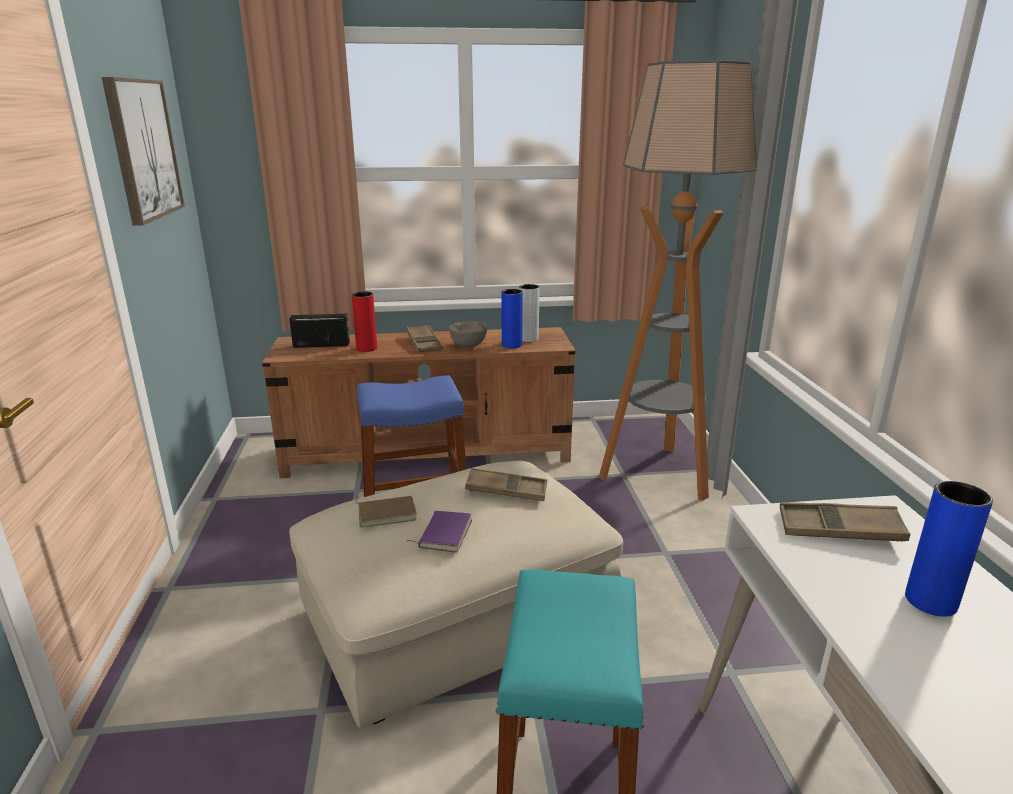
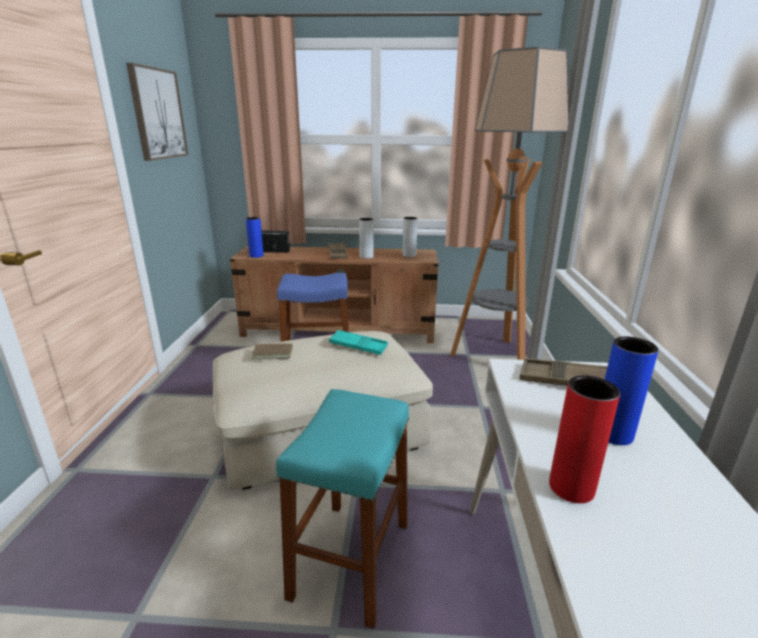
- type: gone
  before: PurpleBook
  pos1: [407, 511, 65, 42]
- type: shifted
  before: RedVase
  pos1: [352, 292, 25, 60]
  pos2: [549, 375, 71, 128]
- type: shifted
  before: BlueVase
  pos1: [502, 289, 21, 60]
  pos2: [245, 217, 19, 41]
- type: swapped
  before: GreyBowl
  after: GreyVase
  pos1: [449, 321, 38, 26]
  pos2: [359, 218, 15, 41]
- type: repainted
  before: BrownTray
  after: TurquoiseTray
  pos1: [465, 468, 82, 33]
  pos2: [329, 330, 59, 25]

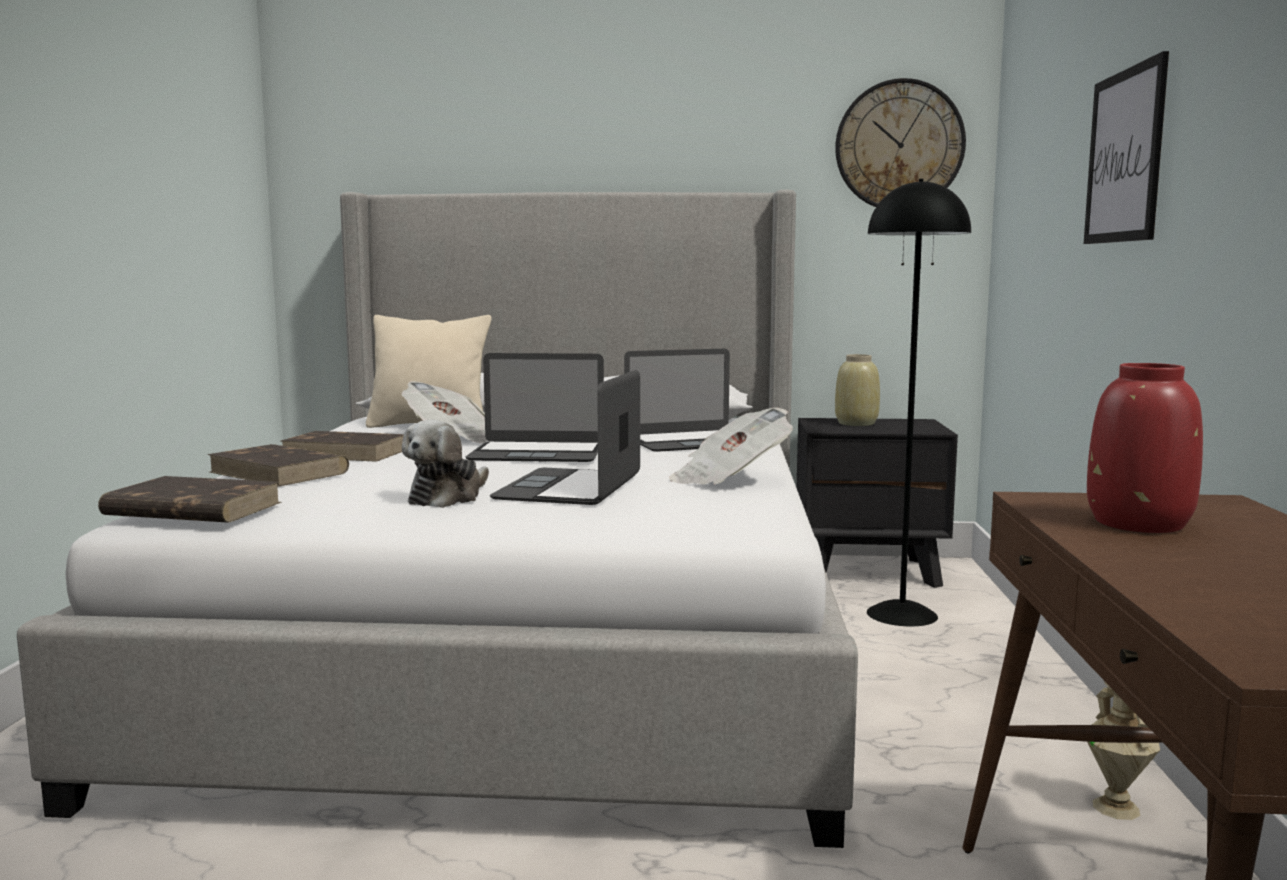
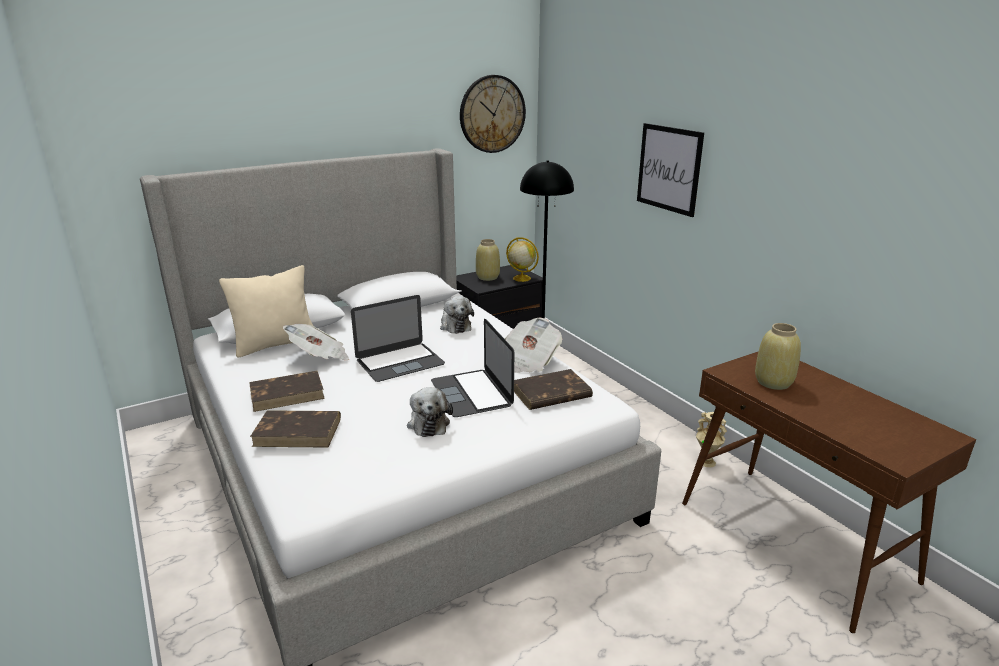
- type: new
  after: Globe
  pos2: [506, 237, 33, 45]
- type: shifted
  before: BrownBook
  pos1: [98, 476, 183, 47]
  pos2: [514, 369, 79, 41]
- type: swapped
  before: Laptop
  after: PlushToy
  pos1: [624, 349, 106, 103]
  pos2: [440, 296, 34, 38]
- type: repainted
  before: RedVase
  after: BeigeVase
  pos1: [1087, 363, 116, 170]
  pos2: [755, 323, 46, 67]

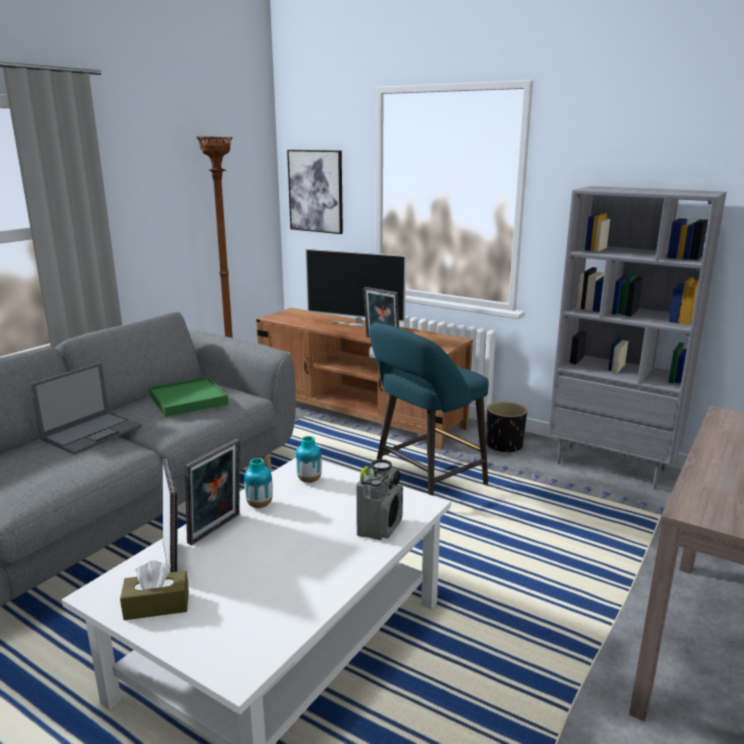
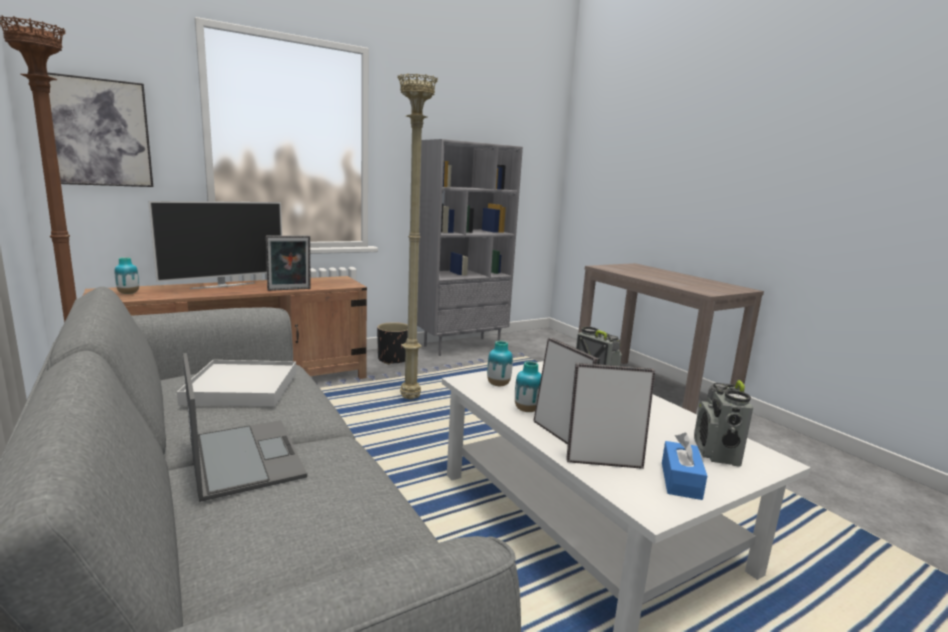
- type: new
  after: Vase
  pos2: [115, 257, 24, 37]
- type: new
  after: Radio
  pos2: [694, 380, 59, 87]
- type: swapped
  before: TurquoiseStool
  after: BeigeFloorLamp
  pos1: [370, 323, 118, 173]
  pos2: [397, 73, 41, 327]
- type: repainted
  before: BrownTissueBox
  after: BlueTissueBox
  pos1: [120, 560, 69, 60]
  pos2: [662, 432, 45, 68]
- type: repainted
  before: GreenTray
  after: WhiteTray
  pos1: [149, 377, 79, 40]
  pos2: [177, 360, 119, 46]

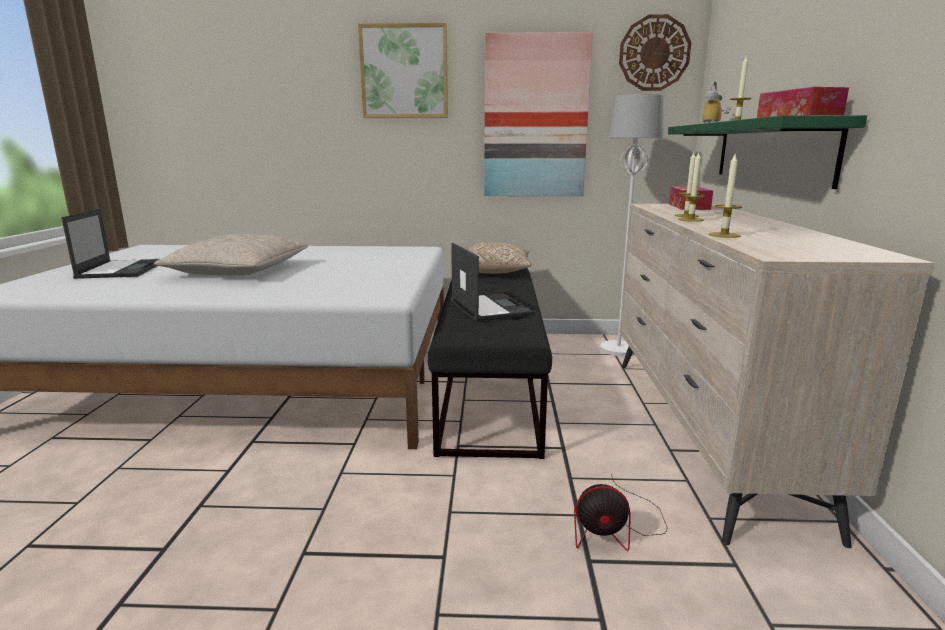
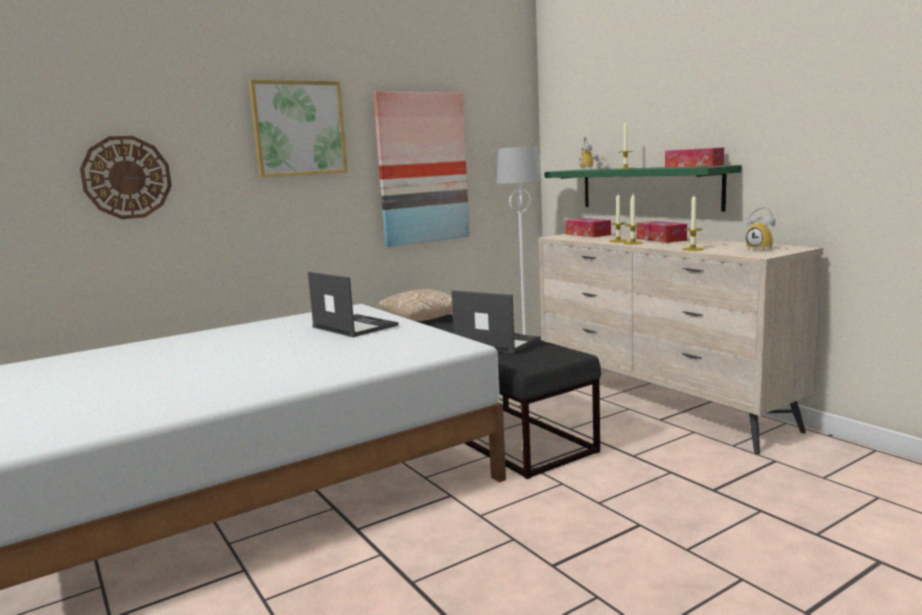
- type: gone
  before: BeigePillow
  pos1: [154, 234, 154, 42]
- type: gone
  before: Fan
  pos1: [574, 474, 94, 77]
- type: new
  after: TissueBox
  pos2: [636, 221, 51, 22]
- type: new
  after: AlarmClock
  pos2: [746, 207, 29, 44]
- type: shifted
  before: Laptop
  pos1: [61, 209, 98, 70]
  pos2: [308, 272, 91, 65]
- type: shifted
  before: WallClock
  pos1: [619, 14, 72, 77]
  pos2: [80, 136, 92, 83]

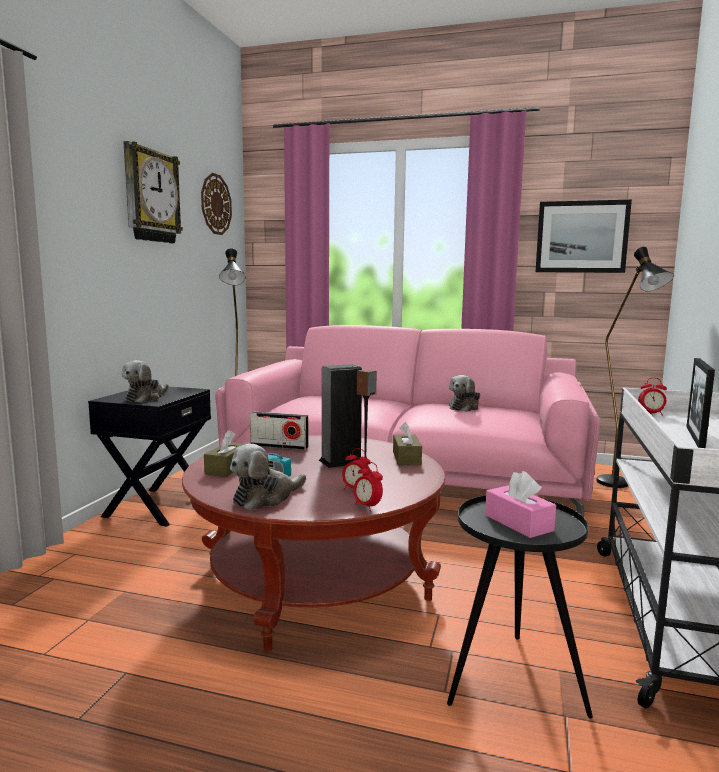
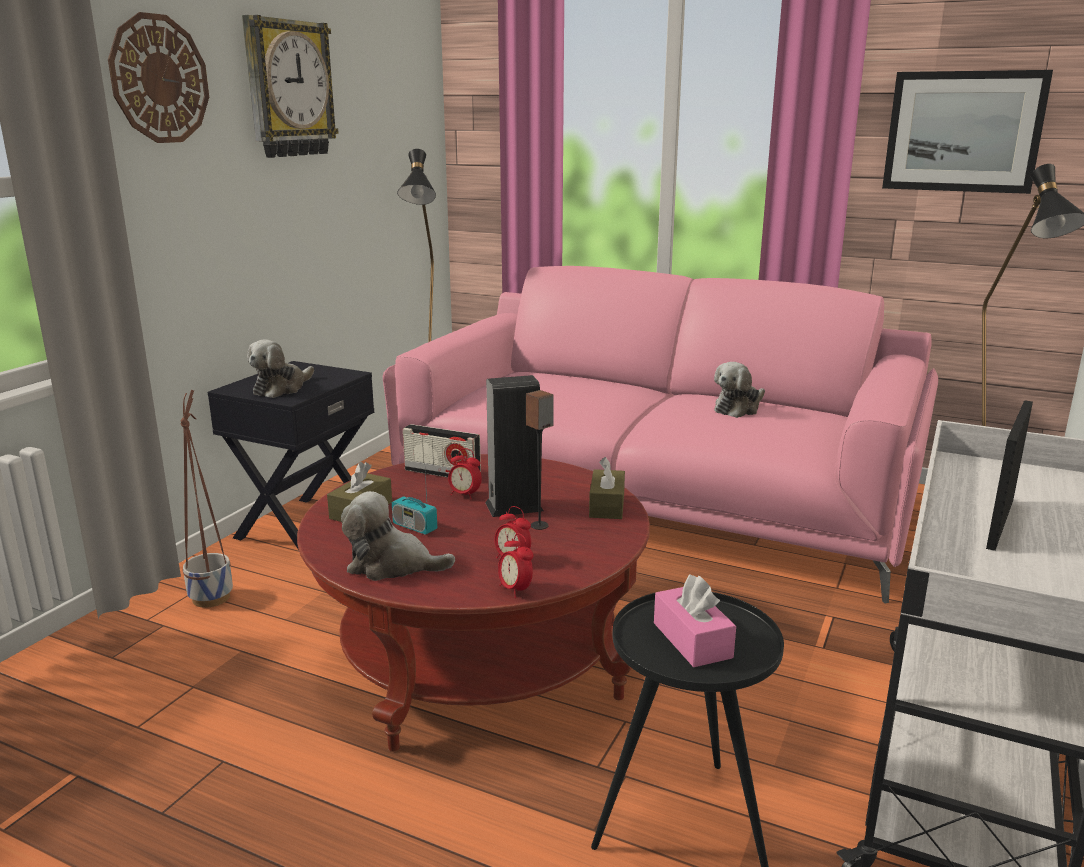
- type: new
  after: Planter
  pos2: [180, 390, 53, 218]
- type: shifted
  before: WallClock
  pos1: [201, 173, 31, 62]
  pos2: [108, 12, 101, 131]
- type: shifted
  before: AlarmClock
  pos1: [638, 378, 29, 38]
  pos2: [448, 448, 34, 51]
- type: rotated
  before: PlushToy
  pos1: [230, 444, 76, 66]
  pos2: [341, 491, 114, 90]
  turn: 45

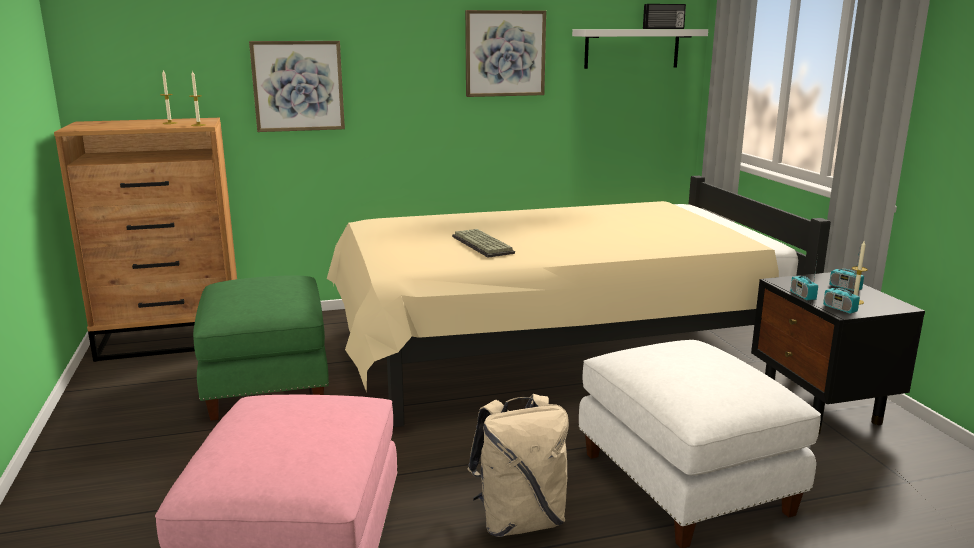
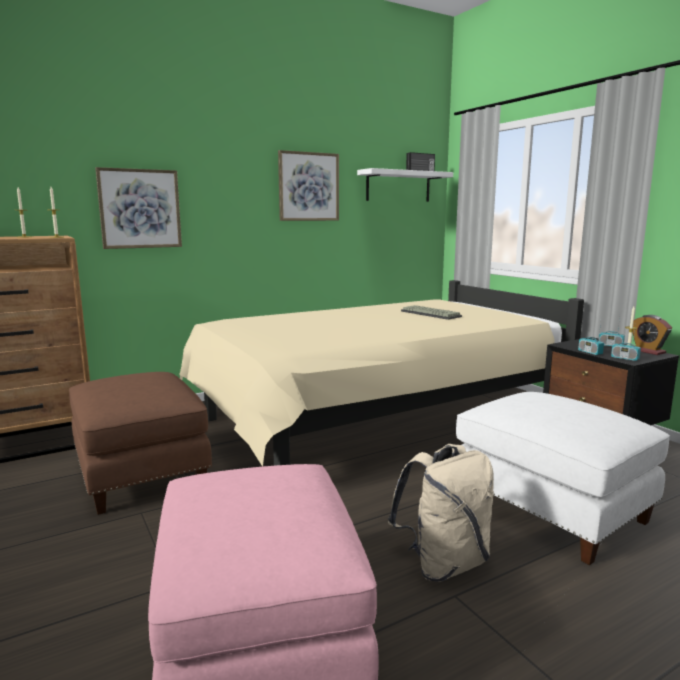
- type: new
  after: AlarmClock
  pos2: [633, 315, 39, 40]
- type: shifted
  before: Keyboard
  pos1: [452, 229, 63, 29]
  pos2: [401, 305, 61, 15]
- type: repainted
  before: GreenOttoman
  after: BrownOttoman
  pos1: [193, 275, 136, 146]
  pos2: [69, 372, 143, 143]

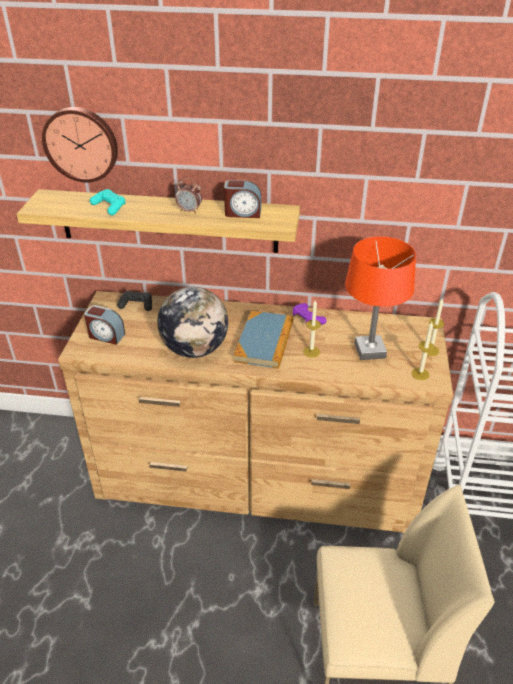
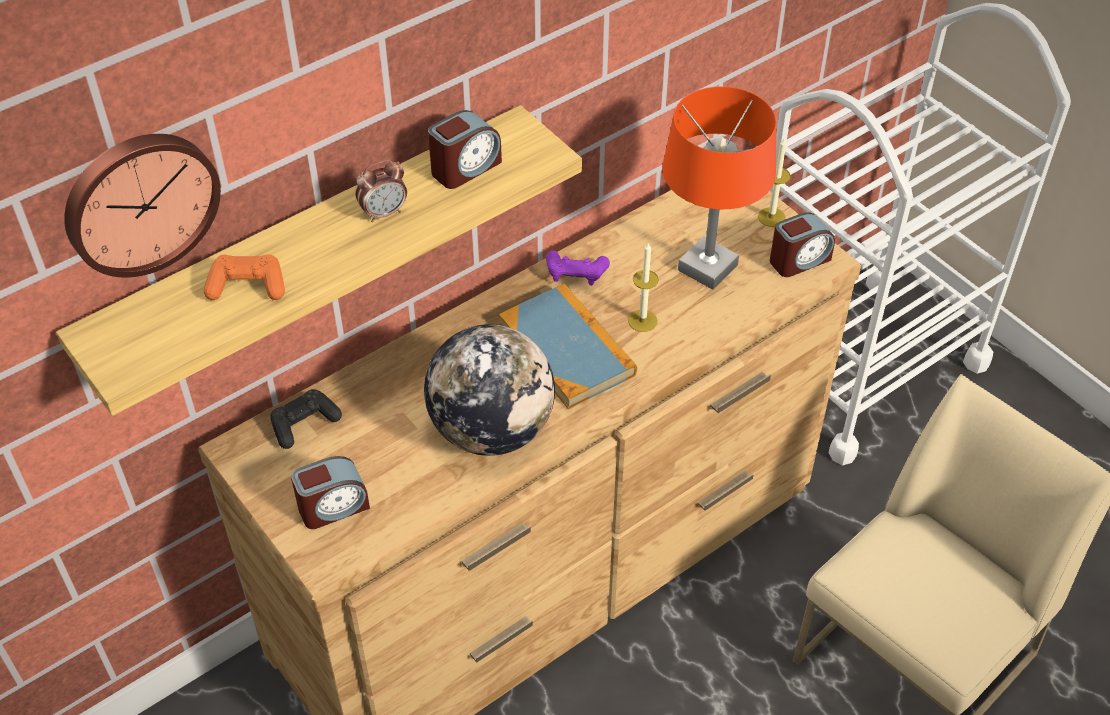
- type: swapped
  before: Candle
  after: AlarmClock
  pos1: [411, 322, 23, 58]
  pos2: [770, 212, 65, 65]
- type: repainted
  before: TurquoiseGameController
  after: OrangeGameController
  pos1: [90, 189, 35, 26]
  pos2: [204, 254, 81, 46]

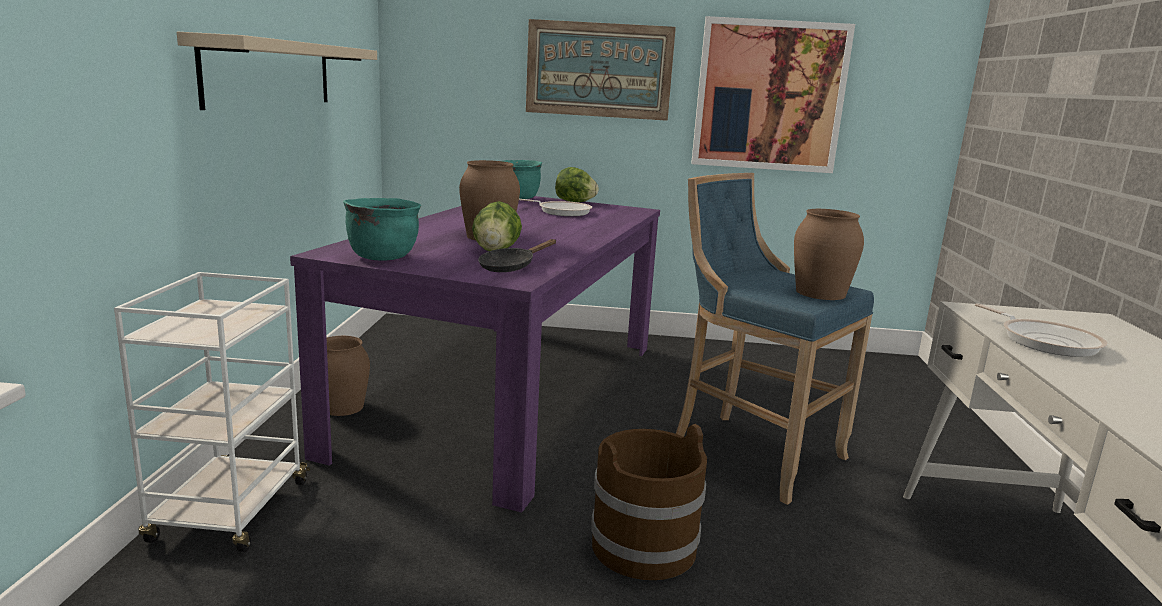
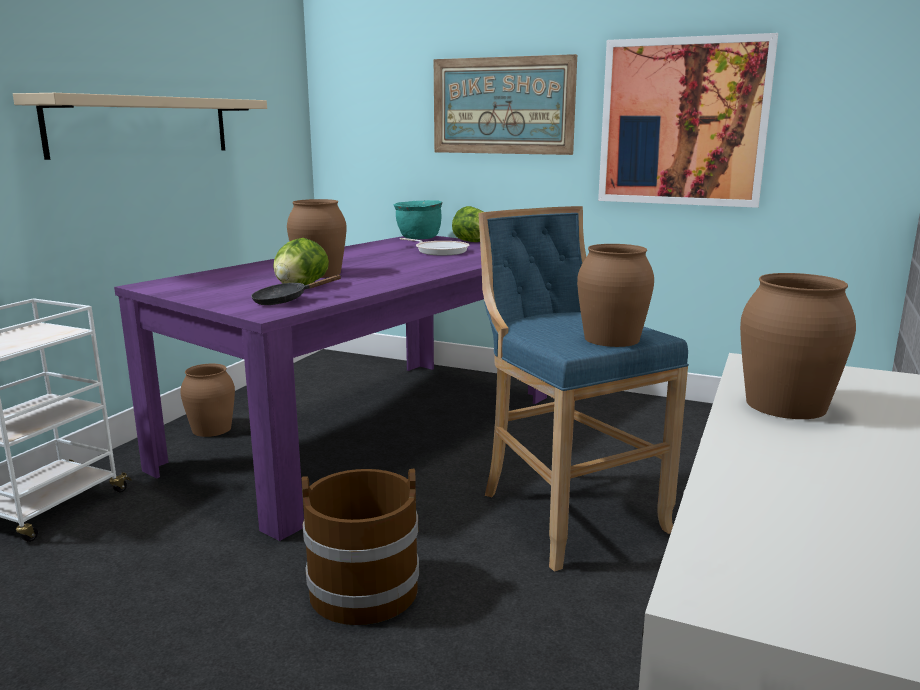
- type: gone
  before: TurquoiseCookingPot
  pos1: [343, 198, 78, 63]
- type: swapped
  before: FryingPan
  after: BrownVase
  pos1: [975, 304, 133, 53]
  pos2: [740, 273, 116, 146]

